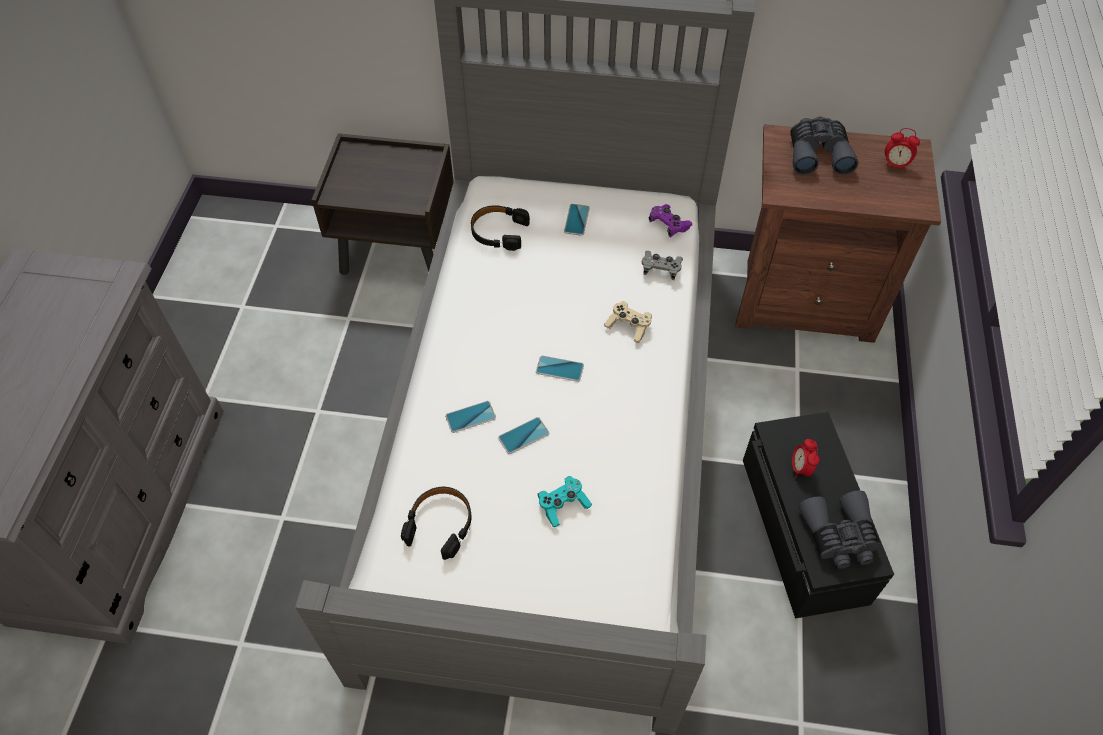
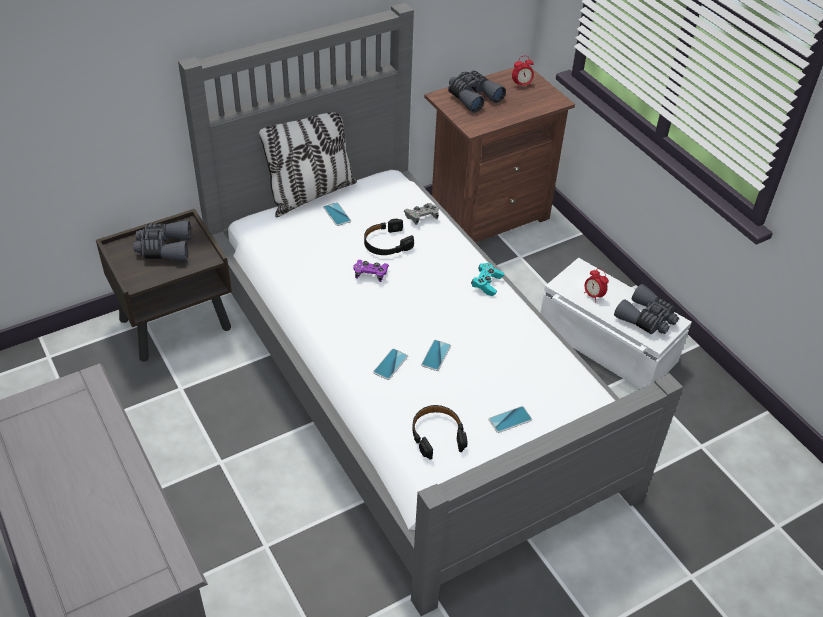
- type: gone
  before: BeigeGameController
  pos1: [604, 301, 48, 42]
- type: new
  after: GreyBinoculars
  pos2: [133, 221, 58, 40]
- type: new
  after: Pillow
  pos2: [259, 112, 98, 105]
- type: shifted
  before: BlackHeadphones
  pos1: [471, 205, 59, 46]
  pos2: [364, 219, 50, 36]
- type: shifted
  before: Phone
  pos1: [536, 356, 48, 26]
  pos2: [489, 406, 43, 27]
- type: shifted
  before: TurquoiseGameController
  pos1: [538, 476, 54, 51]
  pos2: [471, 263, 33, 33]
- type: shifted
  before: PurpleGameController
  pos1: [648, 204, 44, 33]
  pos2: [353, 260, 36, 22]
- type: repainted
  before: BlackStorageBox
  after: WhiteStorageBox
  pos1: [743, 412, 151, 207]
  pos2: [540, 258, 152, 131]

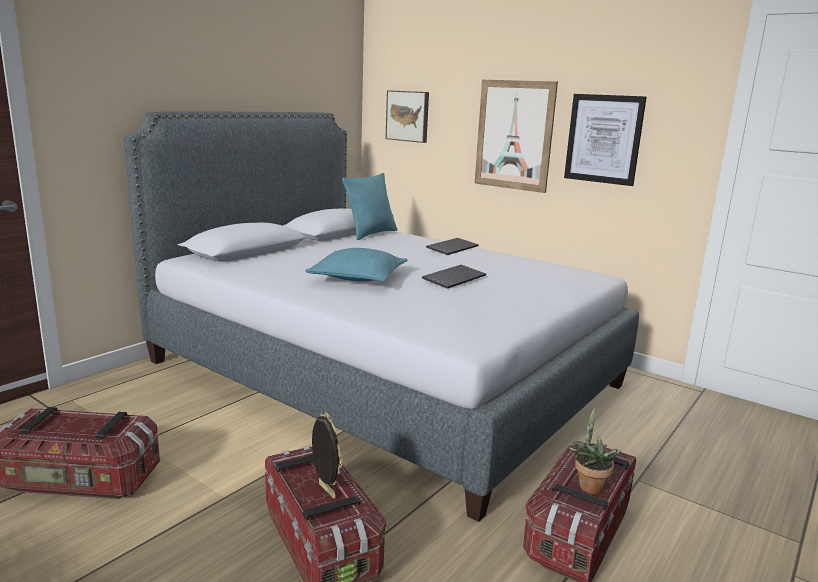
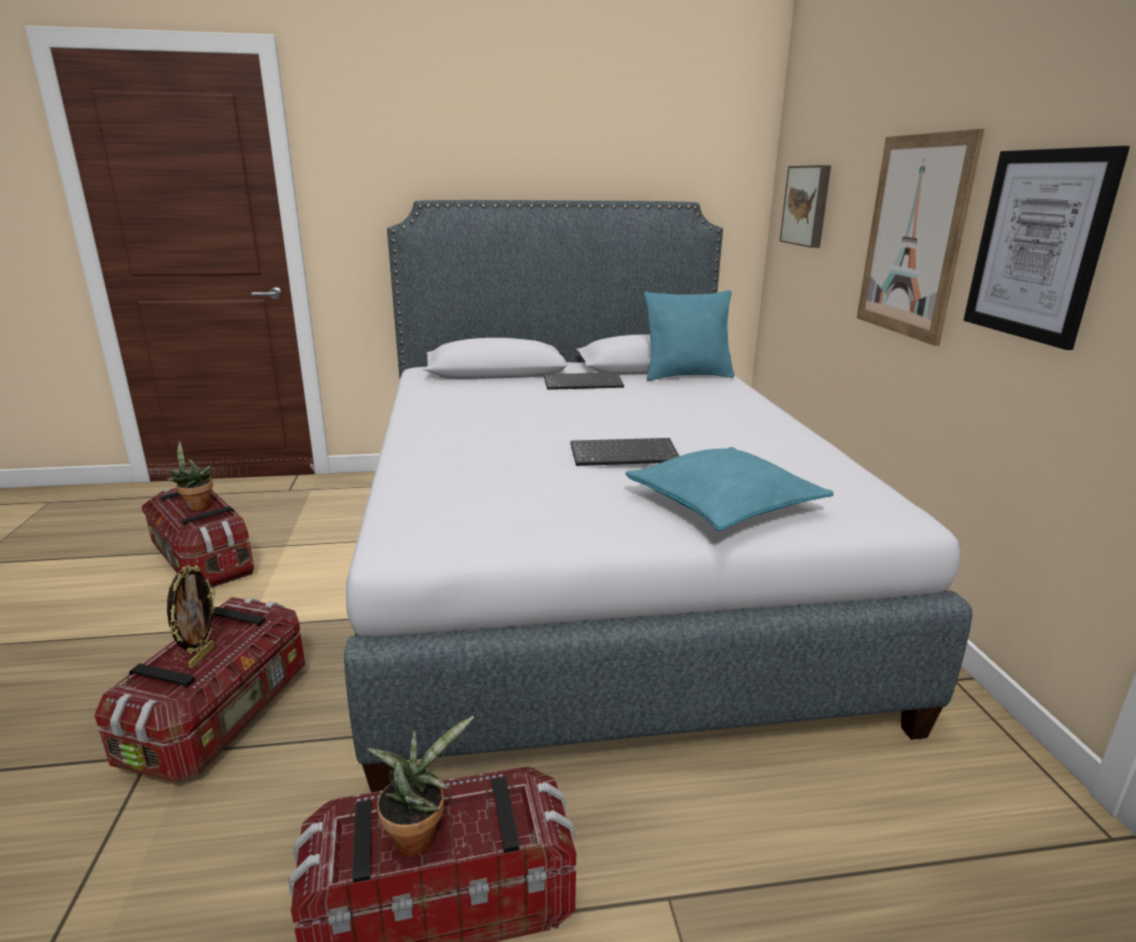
- type: new
  after: PottedPlant
  pos2: [167, 441, 46, 70]
- type: shifted
  before: TurquoisePillow
  pos1: [305, 248, 102, 34]
  pos2: [625, 447, 209, 84]
- type: shifted
  before: Keyboard
  pos1: [426, 238, 53, 17]
  pos2: [544, 372, 80, 18]

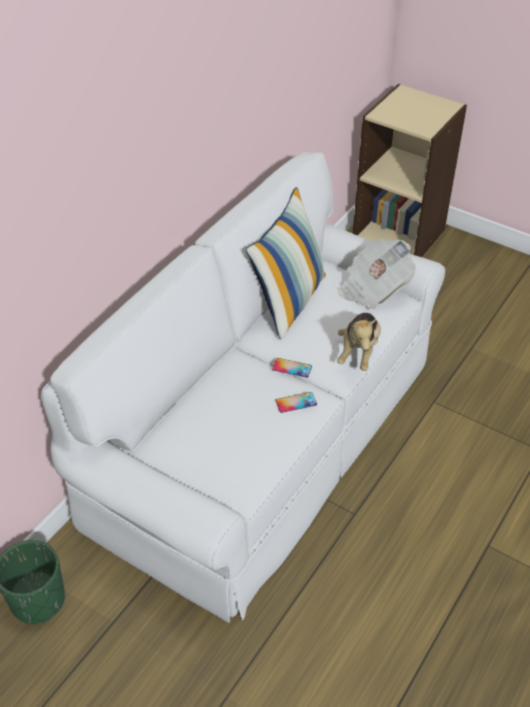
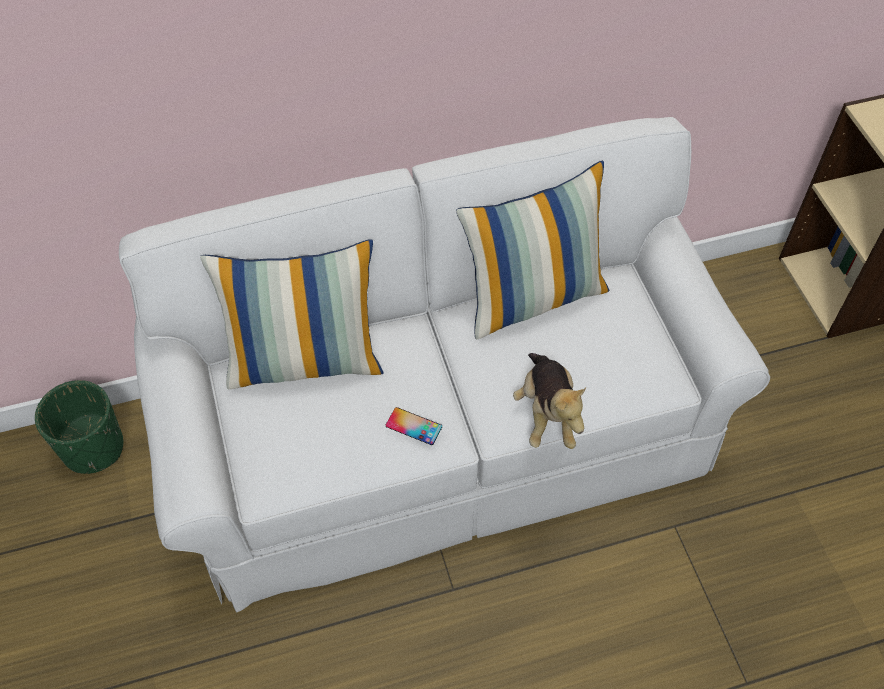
- type: gone
  before: Phone
  pos1: [272, 358, 40, 20]
- type: gone
  before: Newspaper
  pos1: [338, 238, 78, 71]
- type: new
  after: Pillow
  pos2: [200, 239, 183, 150]
- type: rotated
  before: PlushToy
  pos1: [337, 313, 44, 58]
  pos2: [513, 353, 73, 96]
  turn: -60

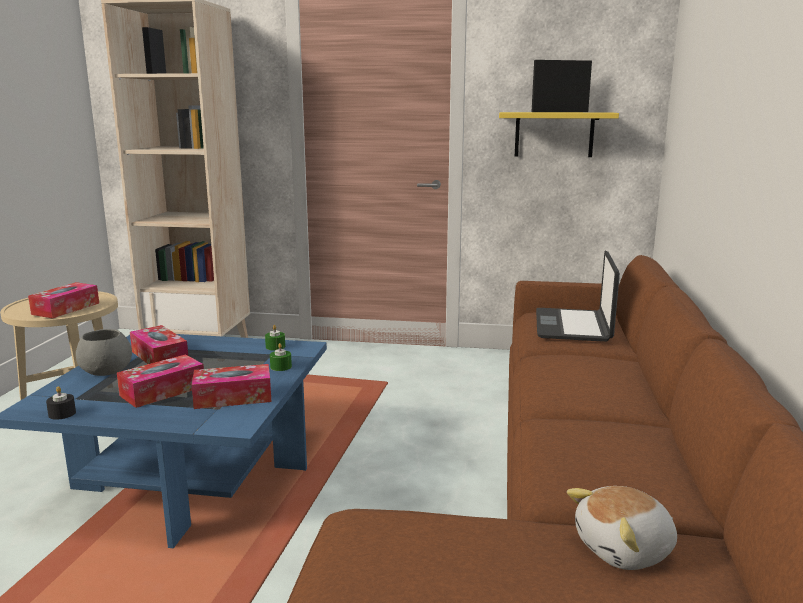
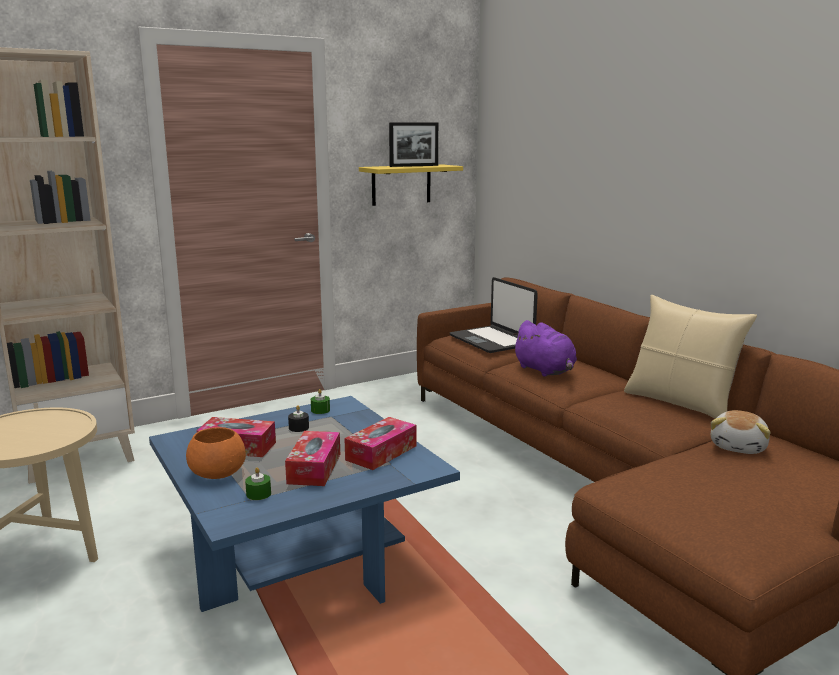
- type: gone
  before: TissueBox
  pos1: [28, 282, 71, 37]
- type: new
  after: PurplePlushToy
  pos2: [512, 320, 65, 57]
- type: new
  after: BeigePillow
  pos2: [624, 295, 133, 124]
- type: shifted
  before: BlackCandle
  pos1: [46, 386, 30, 34]
  pos2: [288, 405, 21, 27]
- type: shifted
  before: GreenCandle
  pos1: [270, 343, 22, 28]
  pos2: [245, 467, 26, 33]
- type: repainted
  before: GreyBowl
  after: OrangeBowl
  pos1: [76, 329, 56, 47]
  pos2: [186, 427, 60, 52]
- type: rotated
  before: PictureFrame
  pos1: [532, 60, 60, 52]
  pos2: [389, 122, 49, 45]
  turn: -150

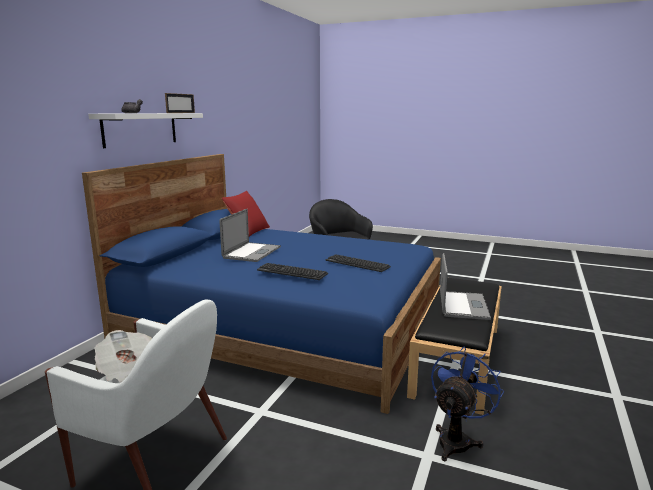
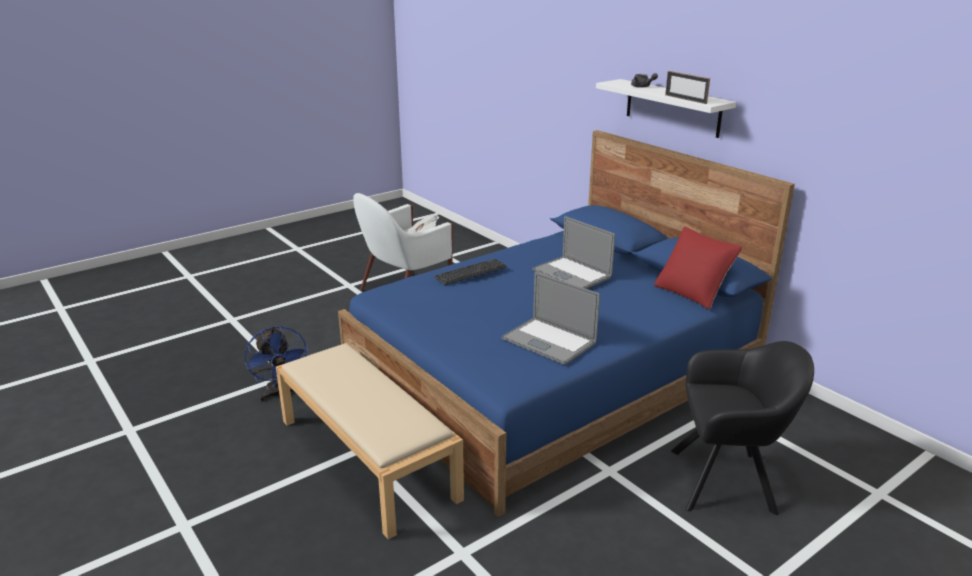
- type: gone
  before: Keyboard
  pos1: [326, 254, 65, 18]
- type: shifted
  before: Laptop
  pos1: [440, 253, 51, 67]
  pos2: [502, 272, 98, 93]
- type: repainted
  before: BlackBench
  after: BeigeBench
  pos1: [407, 278, 95, 137]
  pos2: [276, 343, 188, 196]

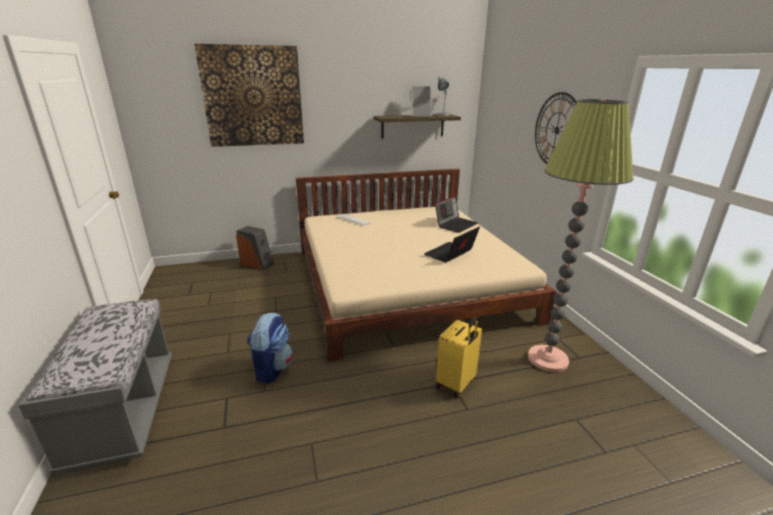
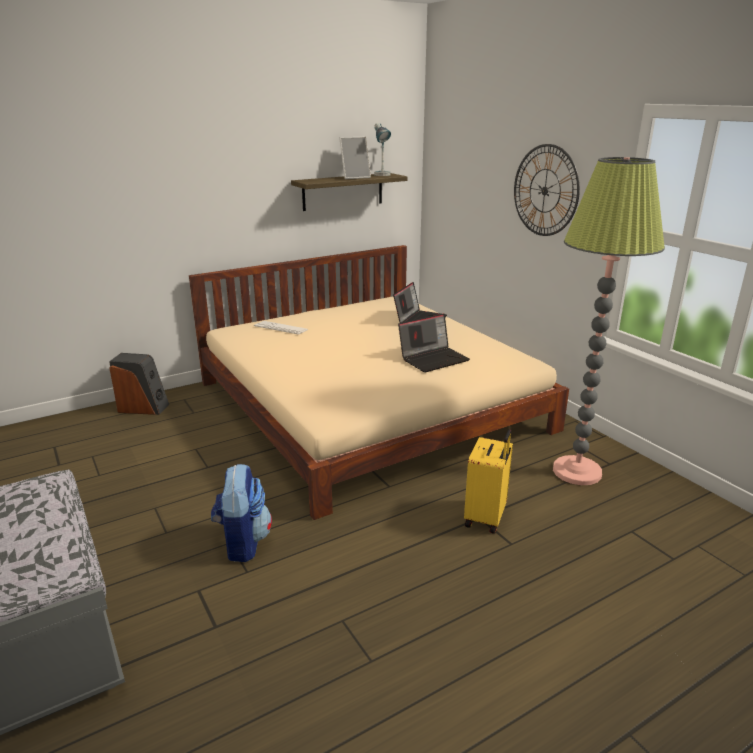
- type: gone
  before: Picture
  pos1: [194, 44, 110, 103]
- type: rotated
  before: Laptop
  pos1: [424, 226, 56, 37]
  pos2: [398, 314, 72, 58]
  turn: -150

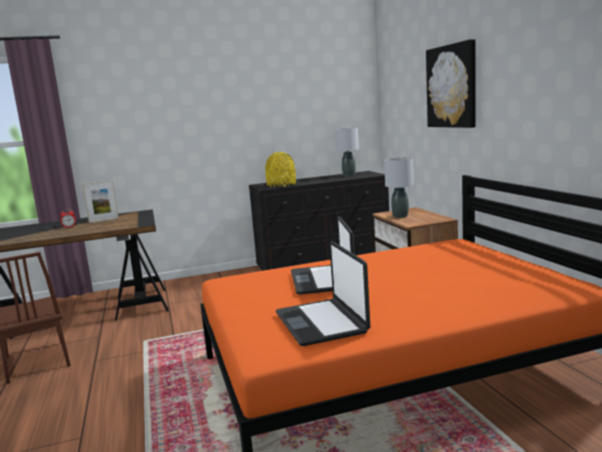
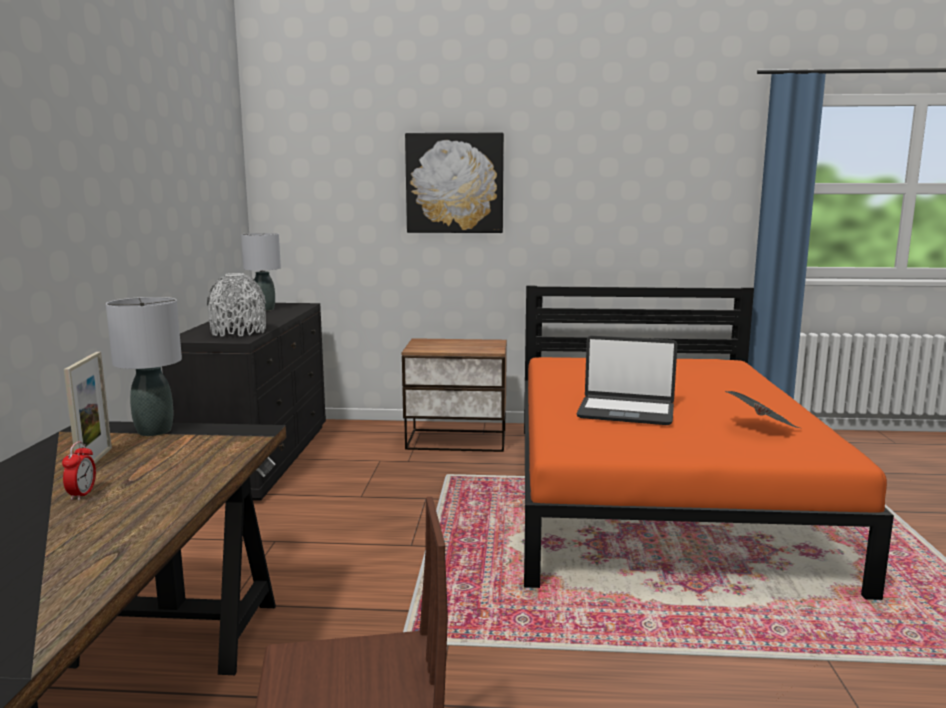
- type: shifted
  before: GreyTableLamp
  pos1: [384, 157, 30, 61]
  pos2: [106, 297, 76, 139]
- type: swapped
  before: Laptop
  after: Newspaper
  pos1: [276, 241, 95, 105]
  pos2: [725, 391, 74, 37]
- type: repainted
  before: YellowVase
  after: GreyVase
  pos1: [265, 152, 31, 35]
  pos2: [207, 273, 59, 64]

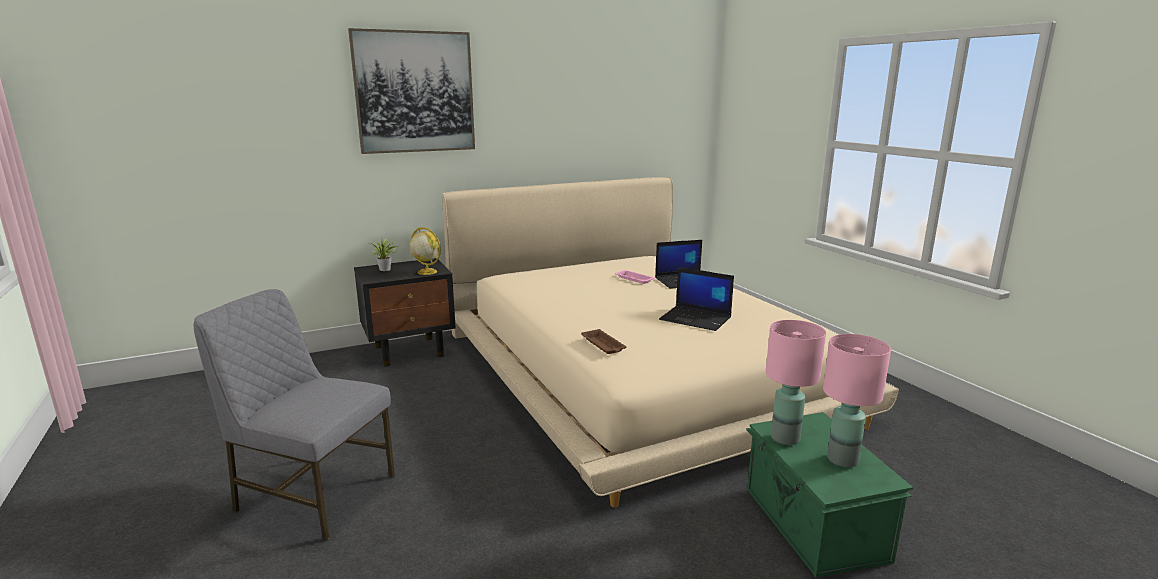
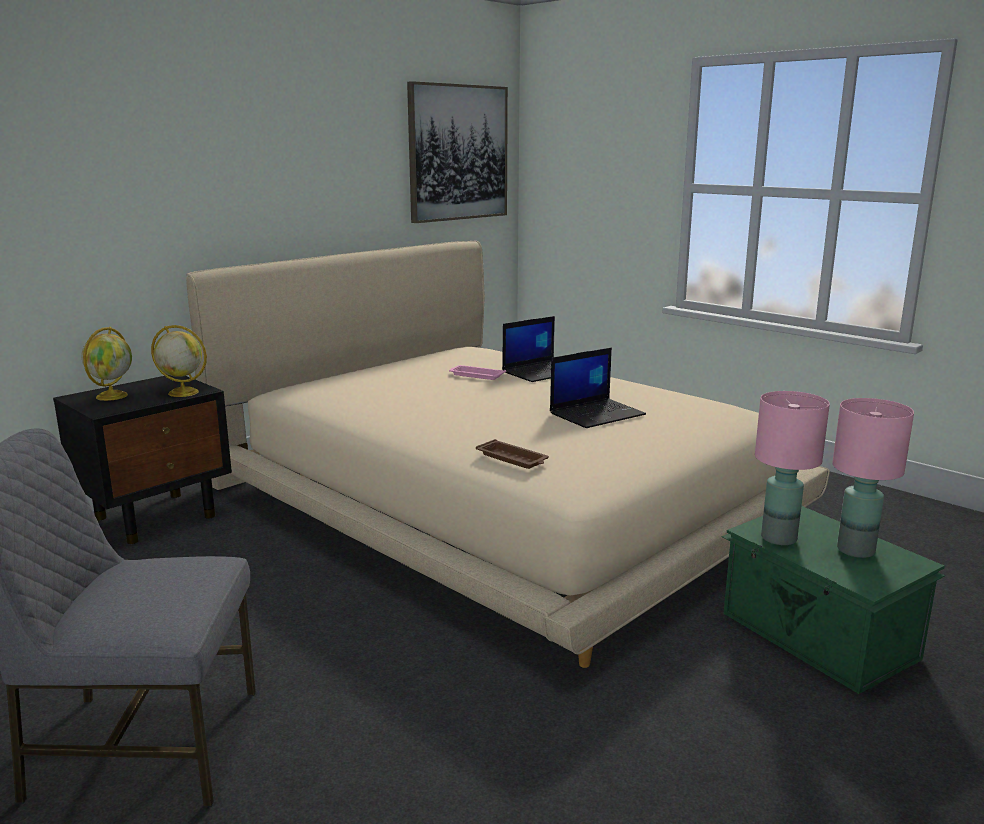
- type: shifted
  before: Picture
  pos1: [348, 28, 127, 126]
  pos2: [407, 81, 101, 142]
- type: swapped
  before: PottedPlant
  after: Globe
  pos1: [369, 238, 30, 33]
  pos2: [81, 327, 51, 74]
- type: rotated
  before: Laptop
  pos1: [659, 267, 75, 64]
  pos2: [550, 348, 96, 80]
  turn: -45

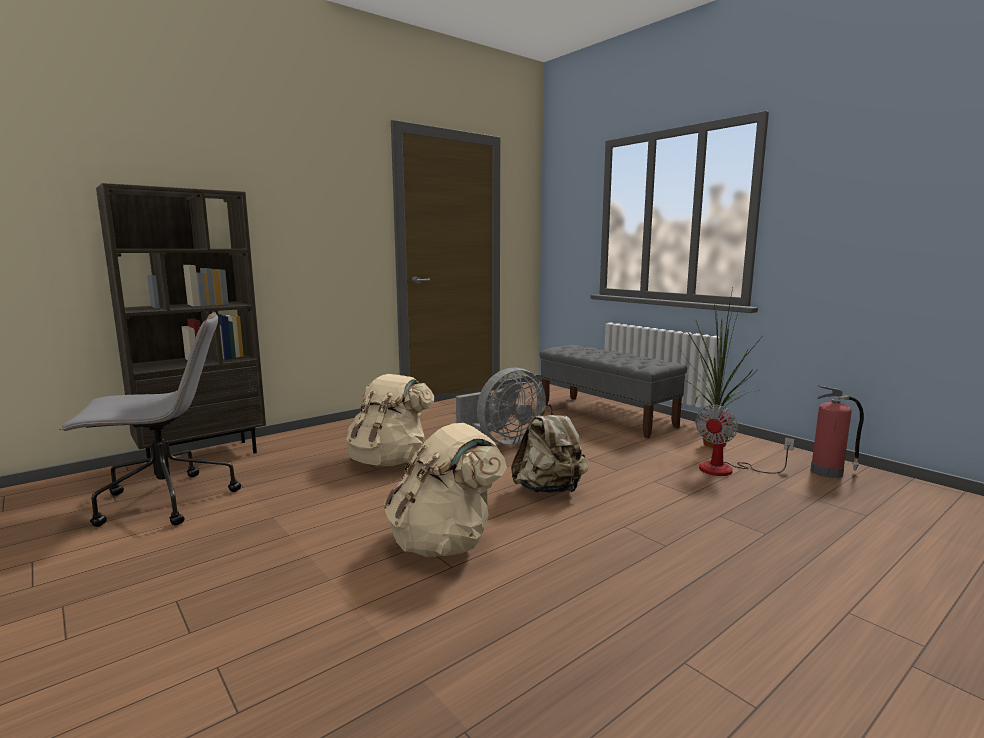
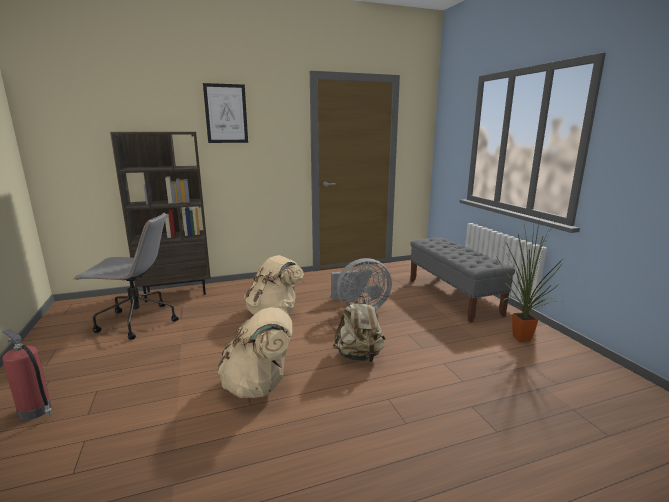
- type: gone
  before: Fan
  pos1: [695, 405, 99, 71]
- type: new
  after: Picture
  pos2: [203, 83, 45, 60]
- type: shifted
  before: FireExtinguisher
  pos1: [811, 385, 53, 93]
  pos2: [2, 329, 50, 91]

